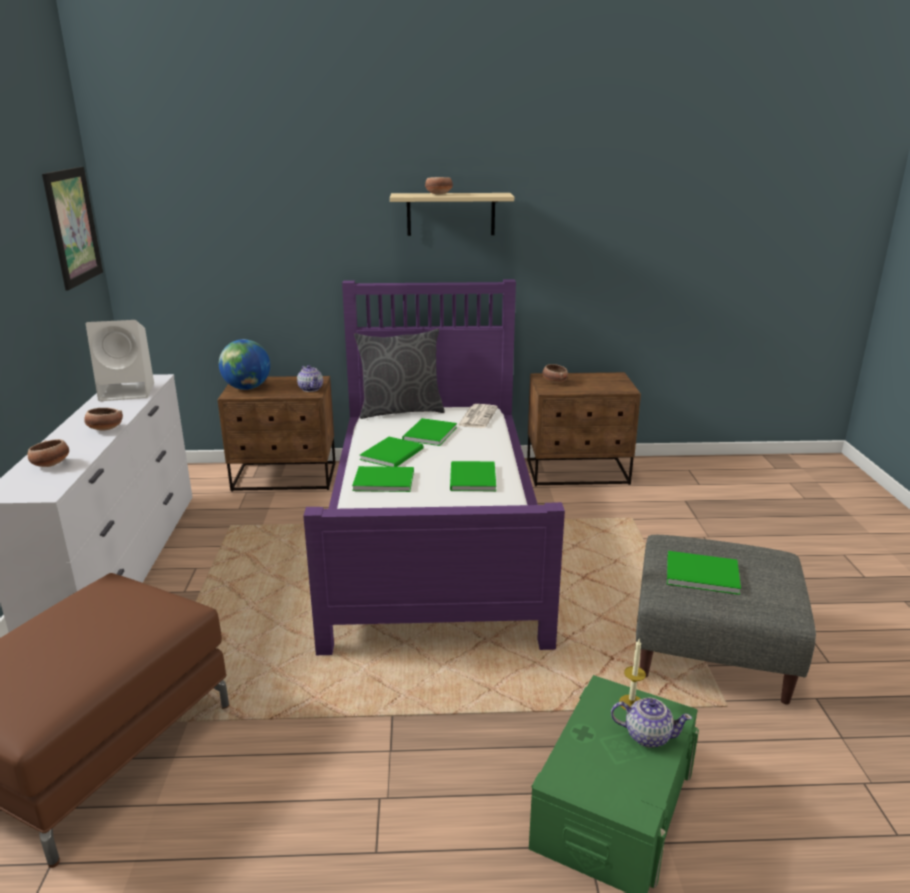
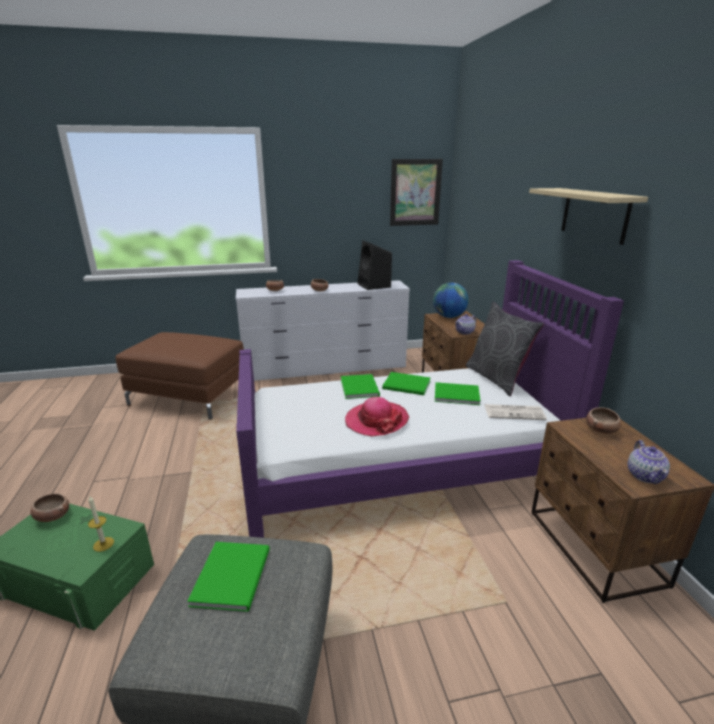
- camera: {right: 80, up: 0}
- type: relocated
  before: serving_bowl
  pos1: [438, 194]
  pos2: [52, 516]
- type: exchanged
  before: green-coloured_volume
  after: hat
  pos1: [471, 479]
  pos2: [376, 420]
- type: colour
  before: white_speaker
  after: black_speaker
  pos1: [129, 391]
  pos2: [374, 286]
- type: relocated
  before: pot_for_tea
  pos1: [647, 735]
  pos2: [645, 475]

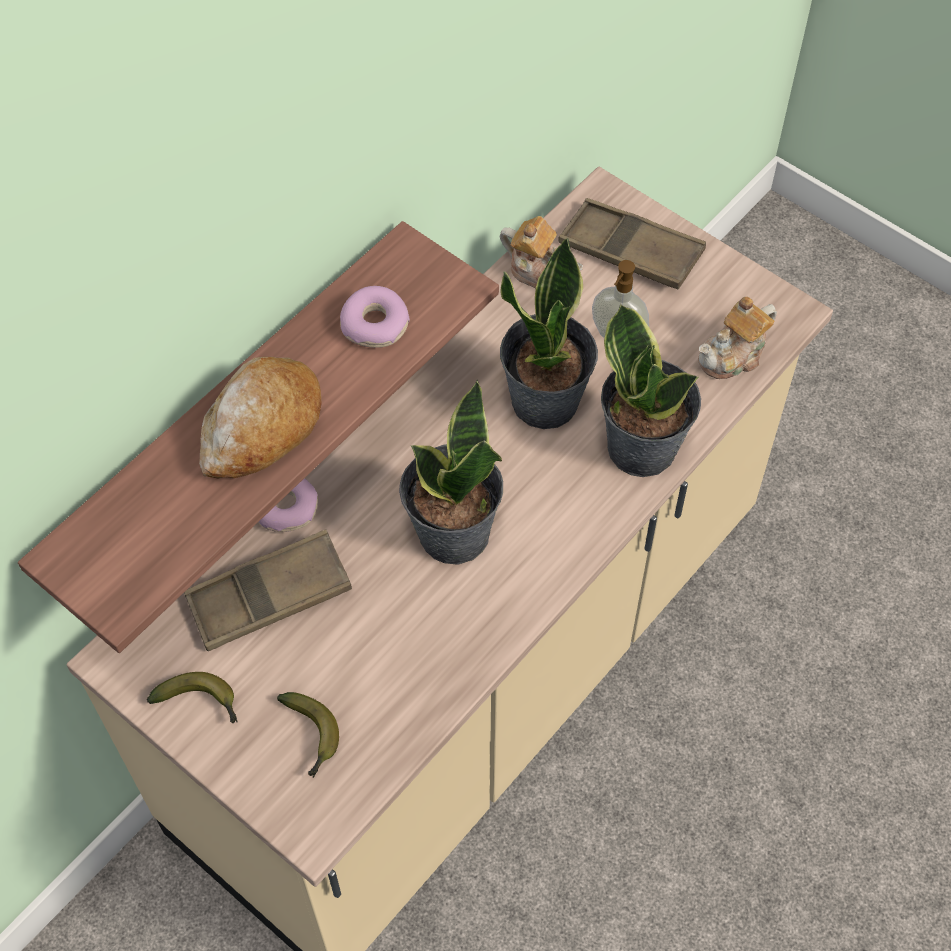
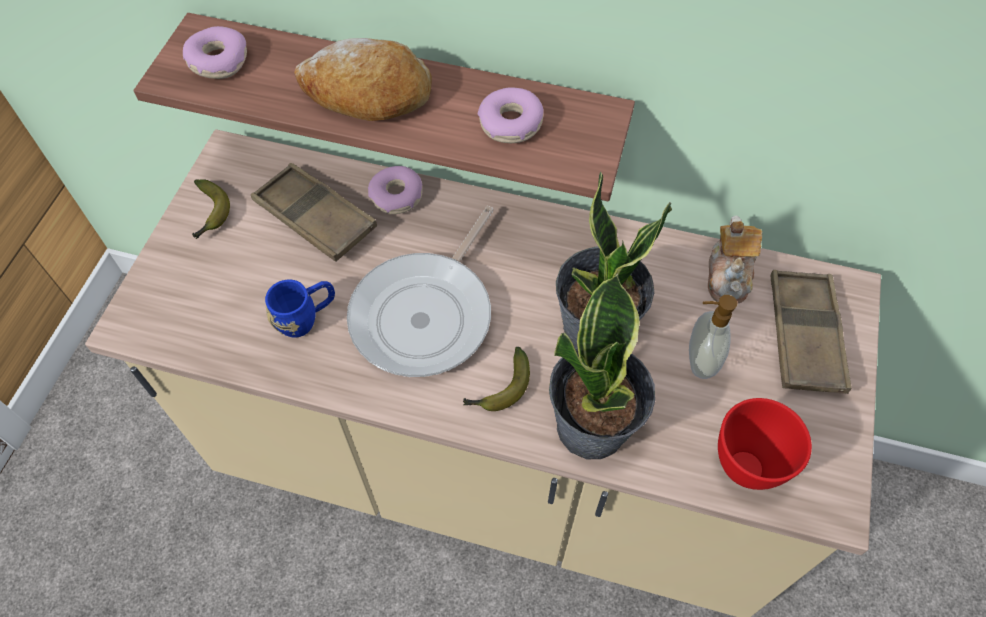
- camera: {right: 65, up: 0}
- type: appeared
  after: doughnut
  pos2: [218, 61]
- type: appeared
  after: bluish_tea_mug
  pos2: [306, 318]
- type: exchanged
  before: potted_plant
  after: pan
  pos1: [452, 533]
  pos2: [426, 314]
- type: relocated
  before: banana
  pos1: [311, 736]
  pos2: [499, 389]
- type: exchanged
  before: pot_for_tea
  after: red-coloured_serving_bowl
  pos1: [733, 355]
  pos2: [745, 470]

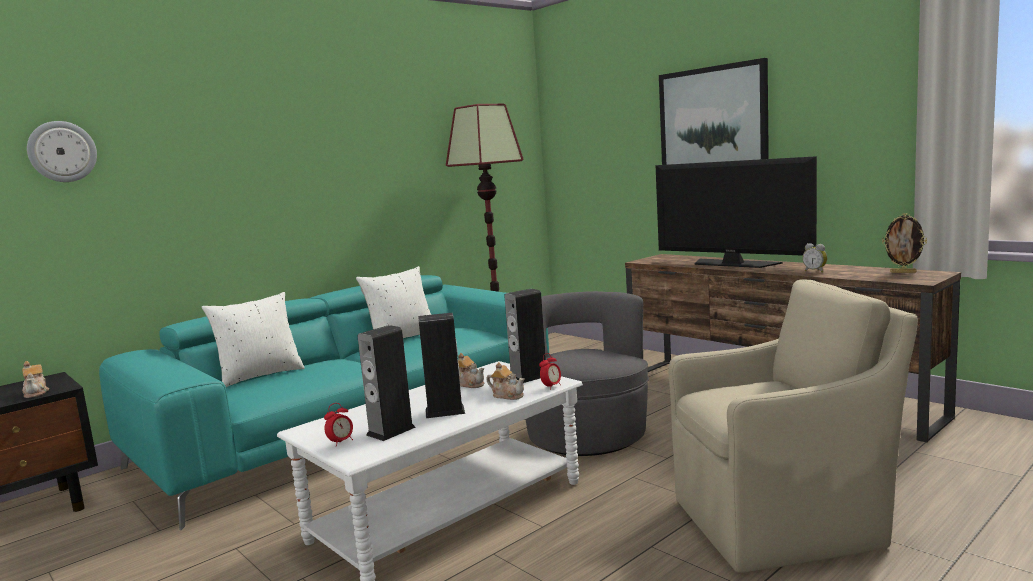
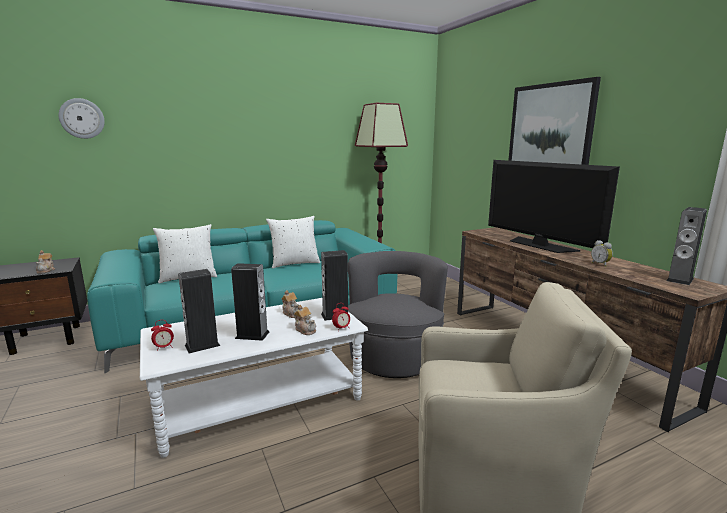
- camera: {right: 15, up: 5}
- type: exchanged
  before: photo_frame
  after: speaker
  pos1: [903, 272]
  pos2: [680, 279]

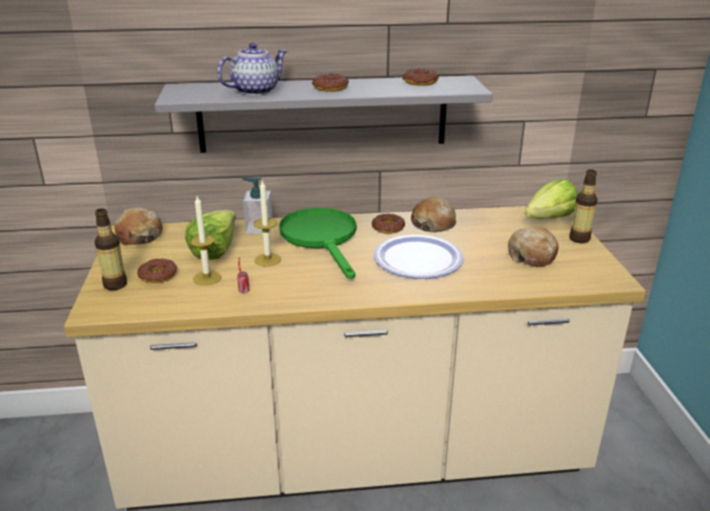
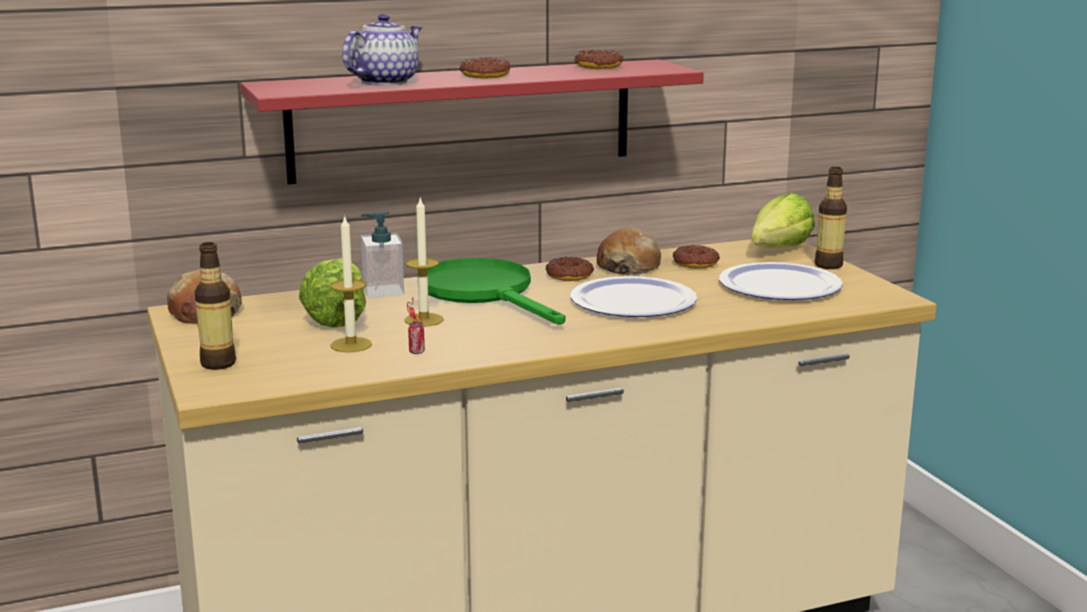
- camera: {right: -15, up: -10}
- type: colour
  before: greyish_bracket_shelf
  after: red-coloured_bracket_shelf
  pos1: [323, 114]
  pos2: [463, 120]
- type: relocated
  before: doughnut
  pos1: [158, 275]
  pos2: [695, 263]
- type: exchanged
  before: bread
  after: plate
  pos1: [532, 255]
  pos2: [779, 285]

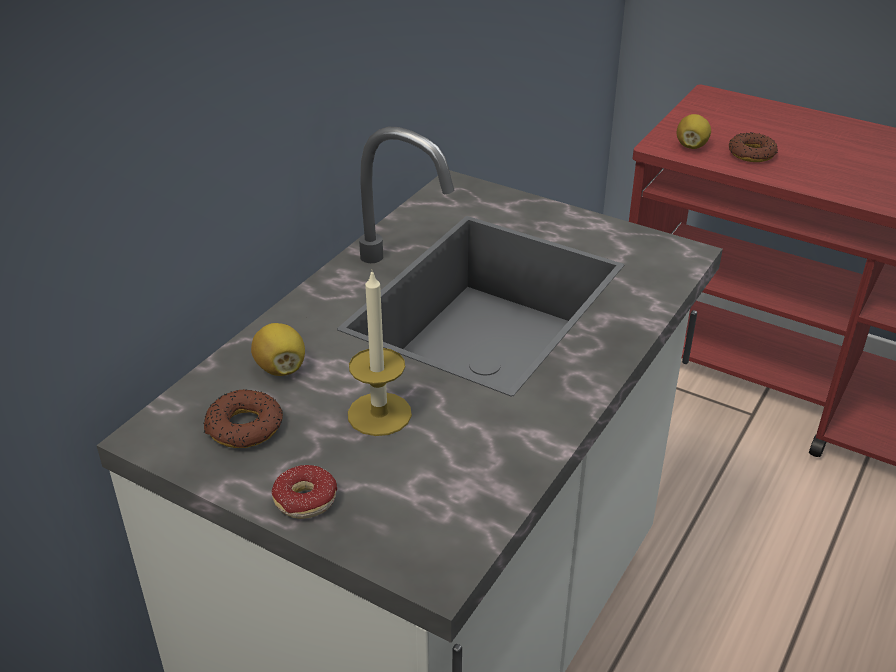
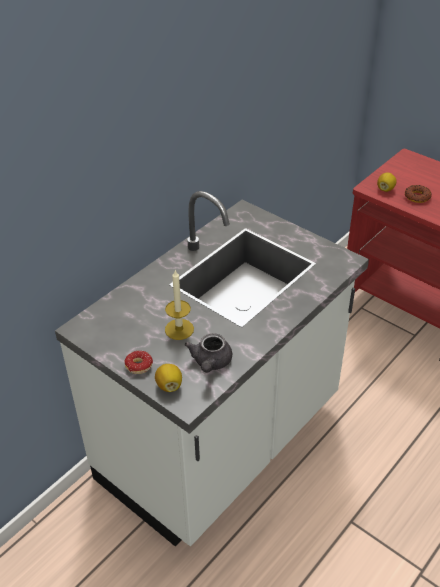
- camera: {right: 10, up: 5}
- type: relocated
  before: whole_lemon
  pos1: [281, 368]
  pos2: [169, 385]
- type: appeared
  after: greyish_pot_for_tea
  pos2: [210, 363]
- type: missing
  before: doughnut
  pos1: [244, 427]

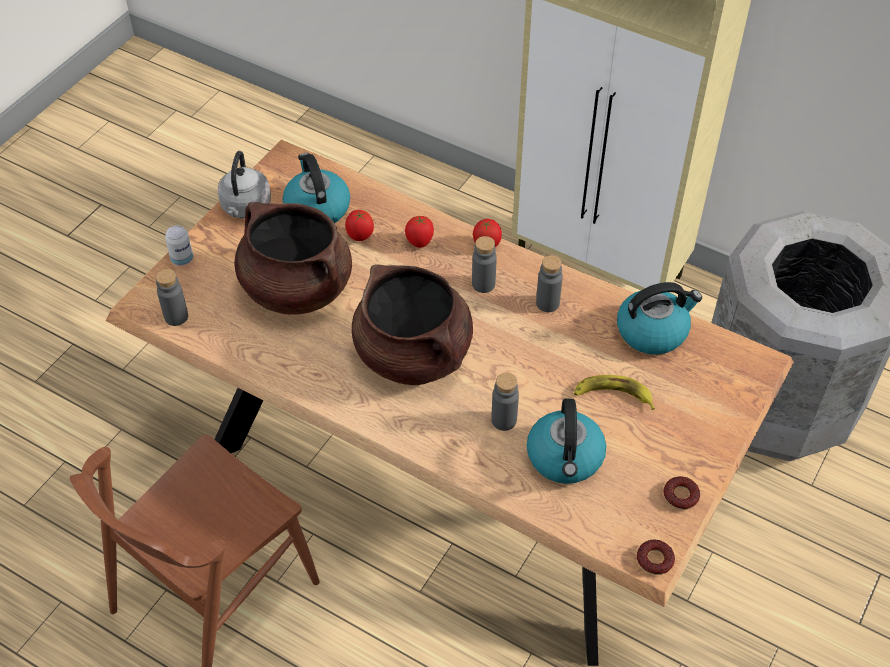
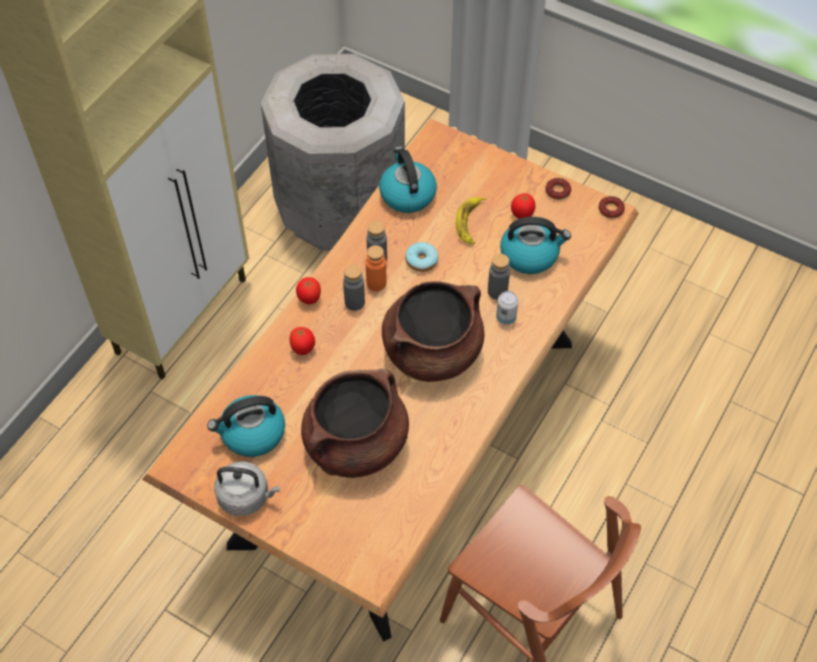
- camera: {right: -90, up: 5}
- type: appeared
  after: orange_beverage_bottle
  pos2: [376, 283]
- type: appeared
  after: doughnut
  pos2: [421, 261]
- type: relocated
  before: sealed_can
  pos1: [182, 259]
  pos2: [506, 317]
- type: relocated
  before: tomato
  pos1: [360, 237]
  pos2: [522, 215]
- type: missing
  before: greyish_beverage_bottle
  pos1: [176, 317]

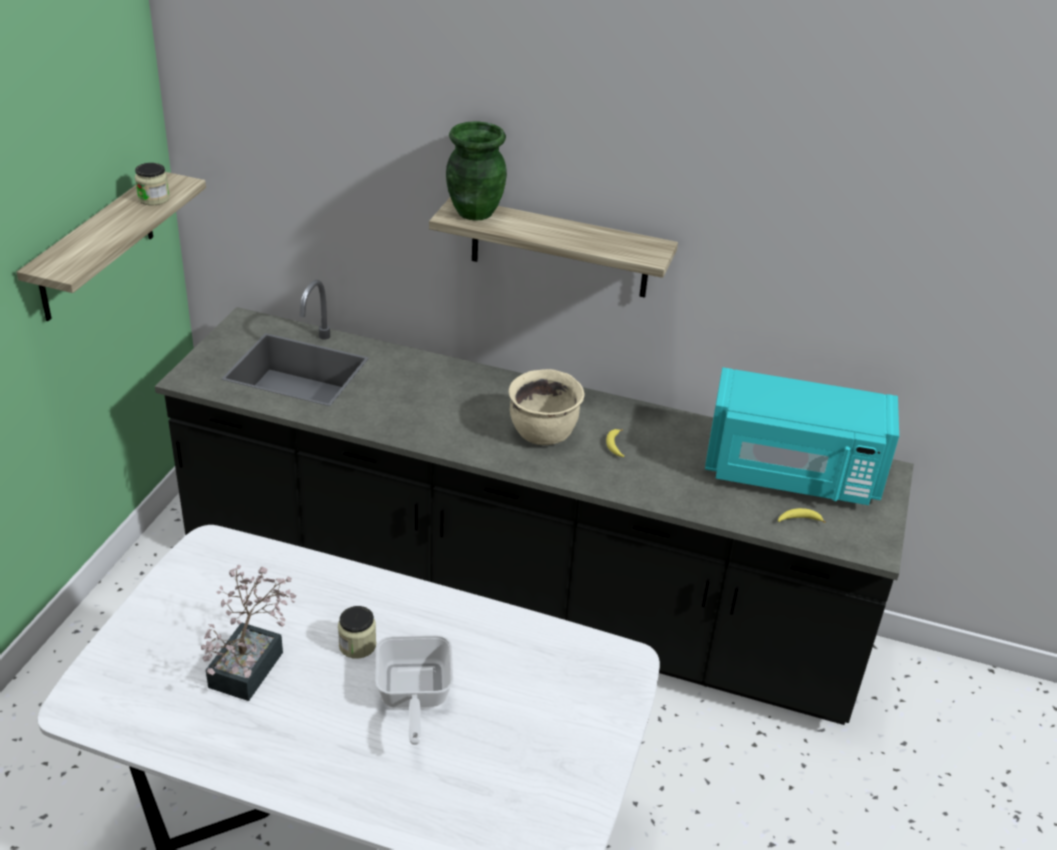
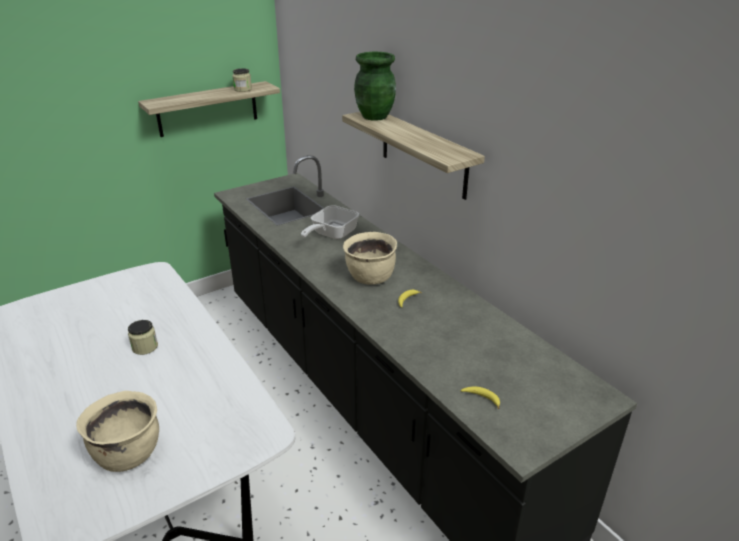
- camera: {right: 40, up: -5}
- type: appeared
  after: sand-coloured_saucepot
  pos2: [128, 454]
- type: relocated
  before: pan
  pos1: [412, 697]
  pos2: [331, 234]
- type: missing
  before: potted_plant
  pos1: [252, 663]
- type: missing
  before: blue-green_kitchen_microwave
  pos1: [792, 474]

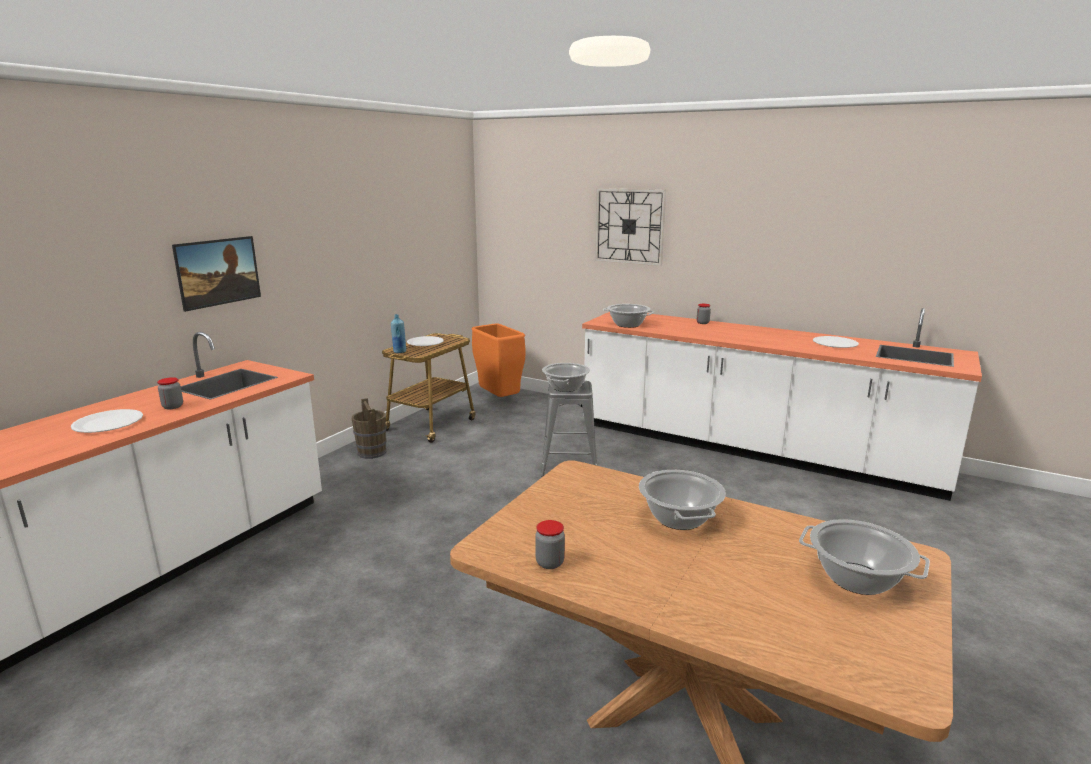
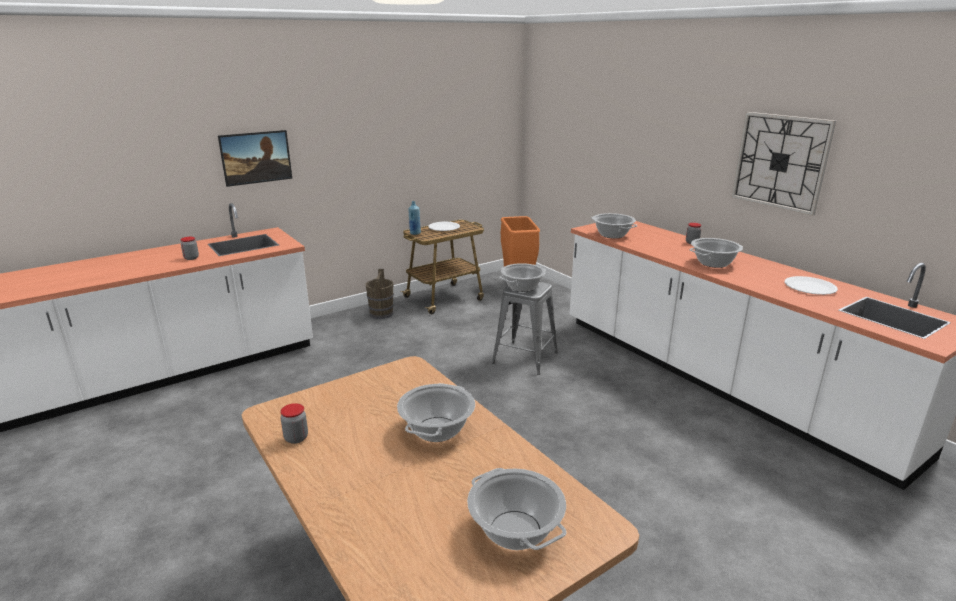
- camera: {right: 25, up: 5}
- type: appeared
  after: saucepot
  pos2: [713, 263]
- type: relocated
  before: hanging_clock
  pos1: [629, 226]
  pos2: [780, 162]
- type: missing
  before: white_plate
  pos1: [108, 423]

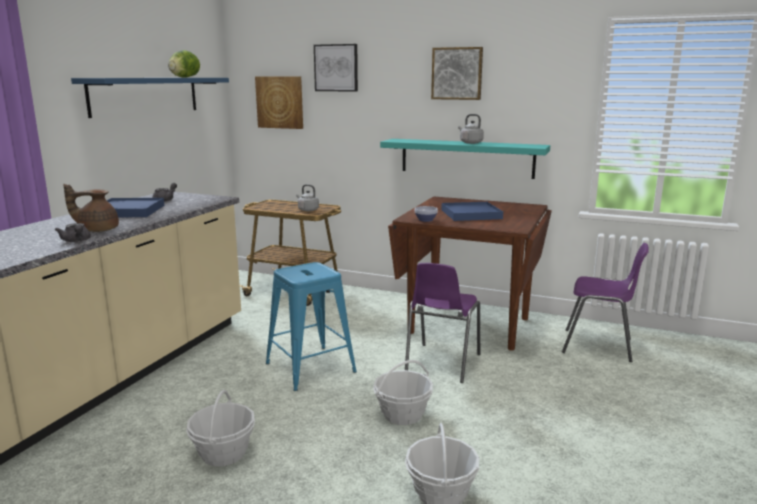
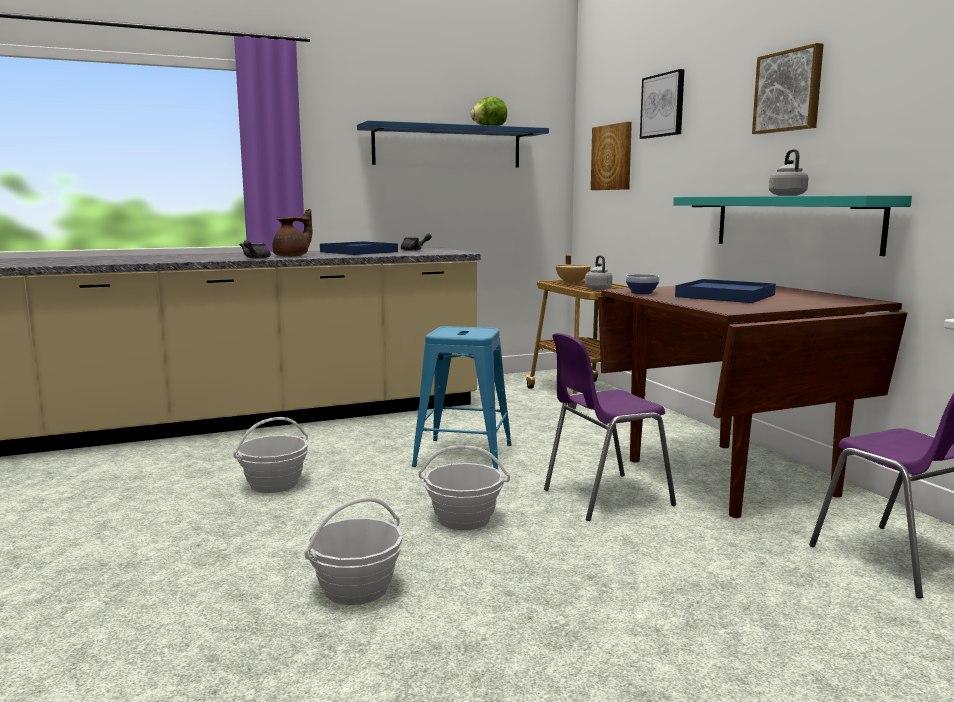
- camera: {right: 45, up: -5}
- type: spun
  before: brown-coloured_pot_for_tea
  pos1: [97, 230]
  pos2: [293, 256]
  turn: 105
- type: appeared
  after: sand-coloured_saucepot
  pos2: [573, 283]

